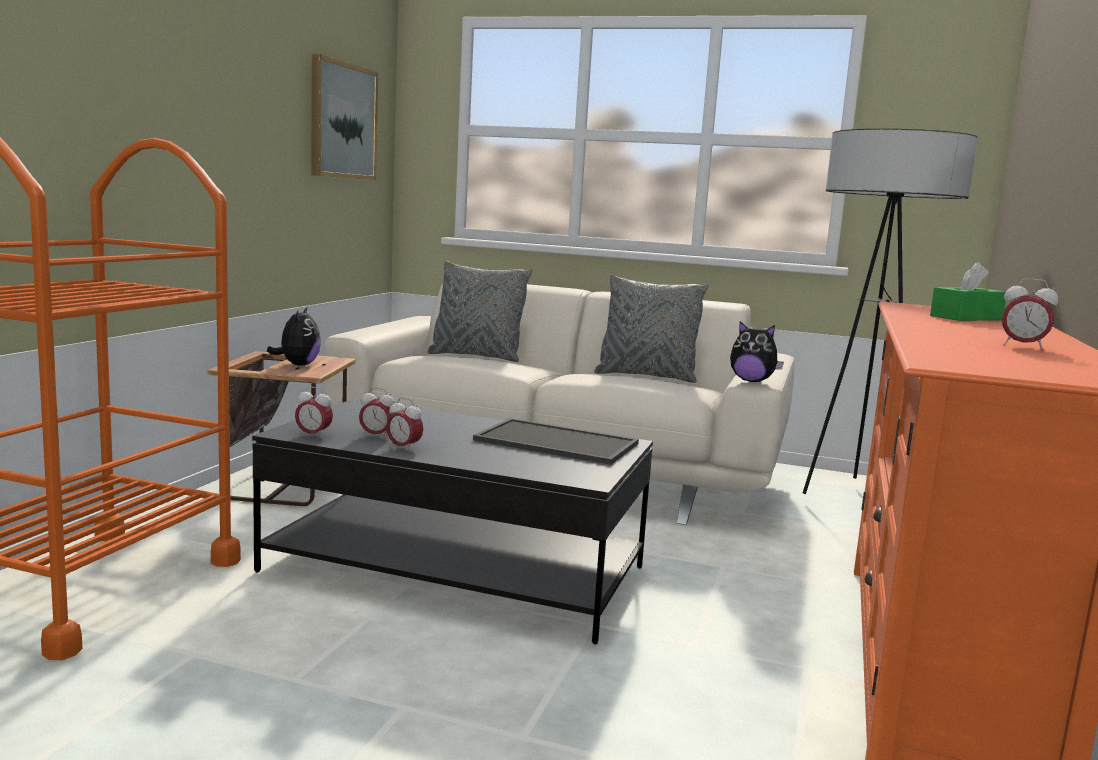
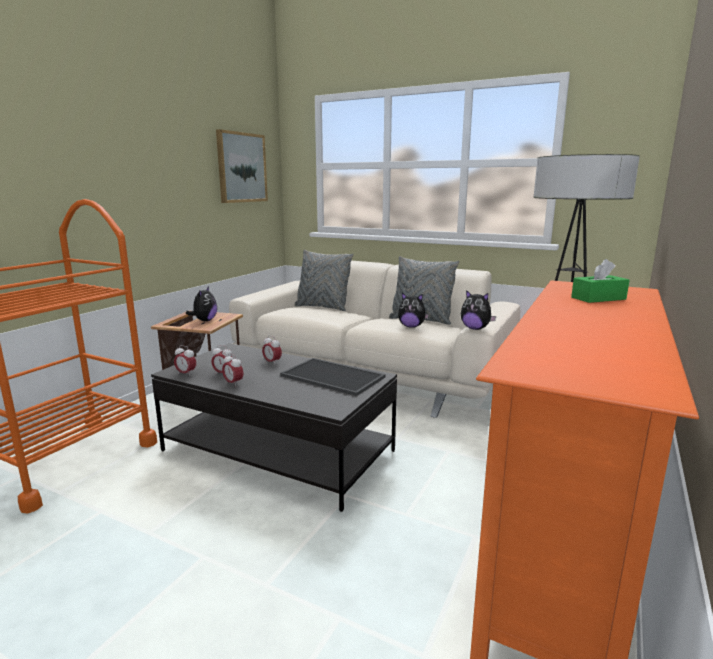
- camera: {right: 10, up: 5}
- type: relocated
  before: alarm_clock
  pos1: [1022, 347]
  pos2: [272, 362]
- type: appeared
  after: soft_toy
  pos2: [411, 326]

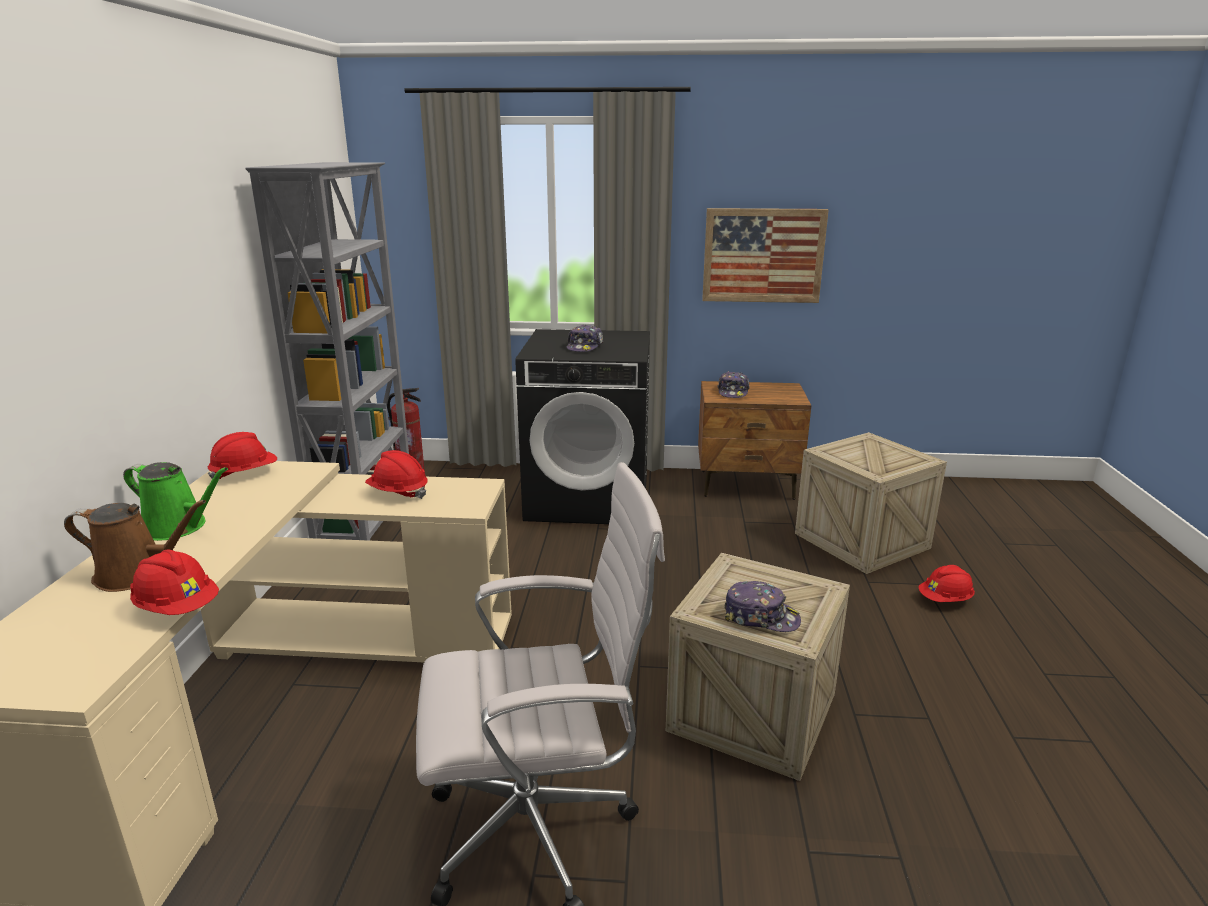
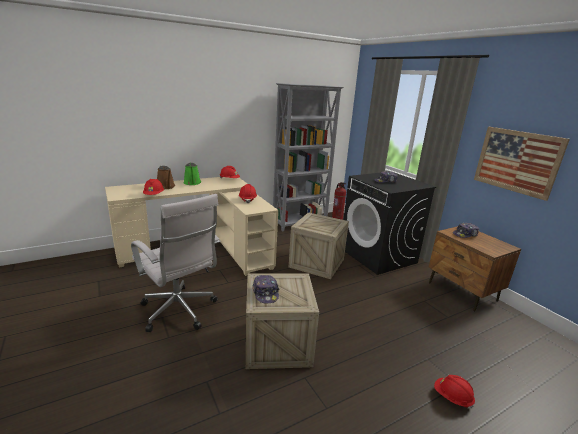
- camera: {right: 55, up: 0}
- type: relocated
  before: packing_crate
  pos1: [861, 540]
  pos2: [317, 263]

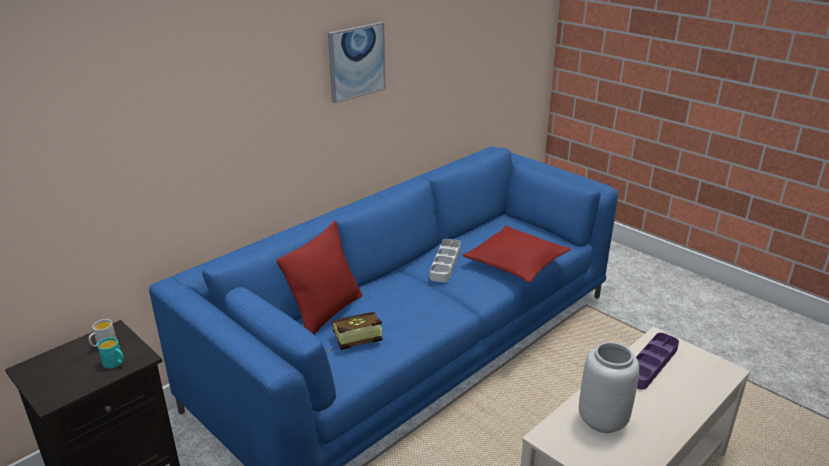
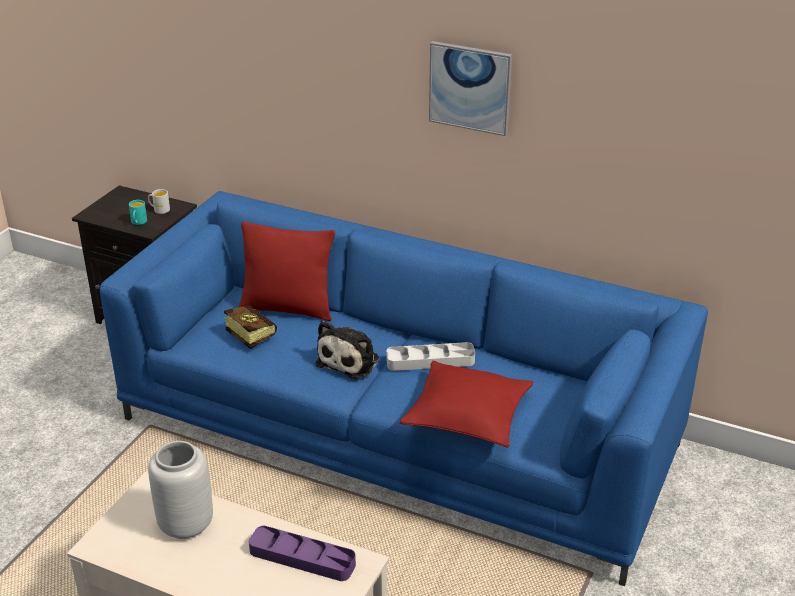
- camera: {right: 70, up: 5}
- type: appeared
  after: soft_toy
  pos2: [350, 360]

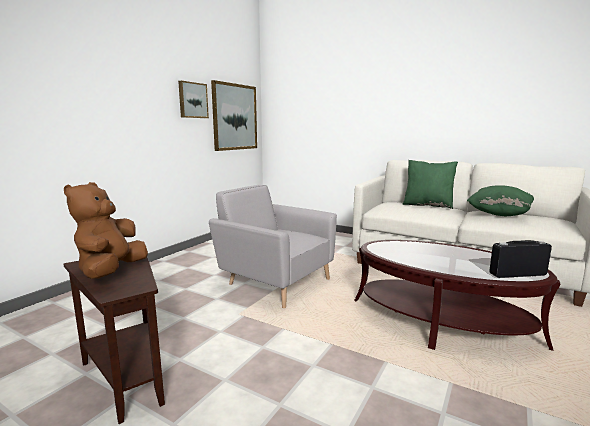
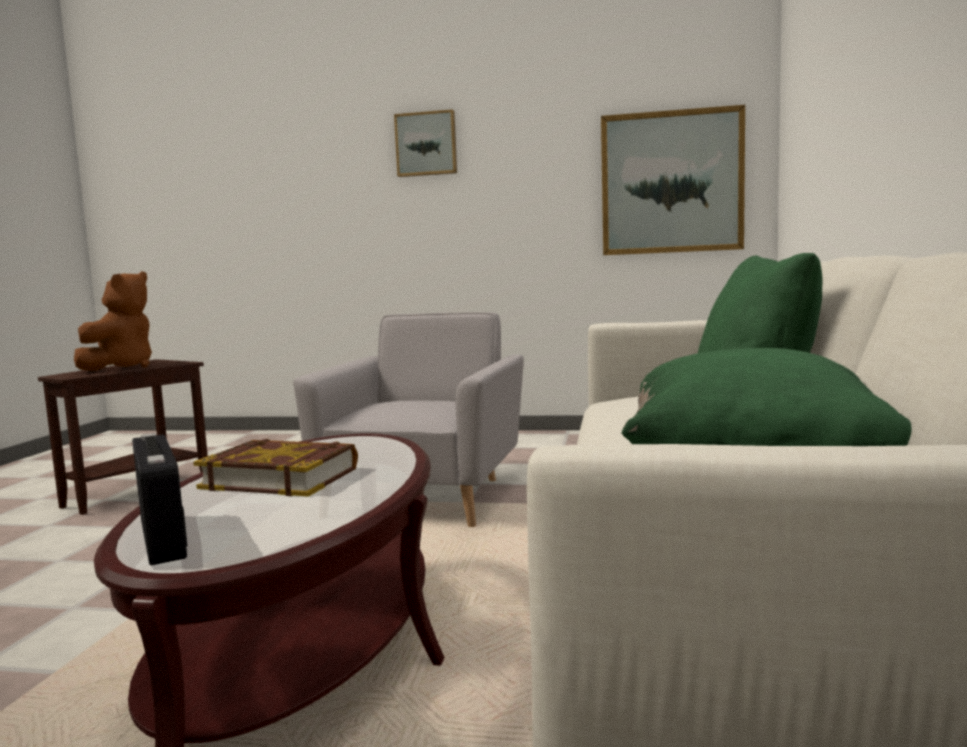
- camera: {right: 70, up: -5}
- type: spun
  before: brown-coloured_soft_toy
  pos1: [111, 272]
  pos2: [121, 367]
  turn: 120
- type: appeared
  after: volume
  pos2: [281, 478]
- type: relocated
  before: wall_art
  pos1: [192, 100]
  pos2: [426, 144]

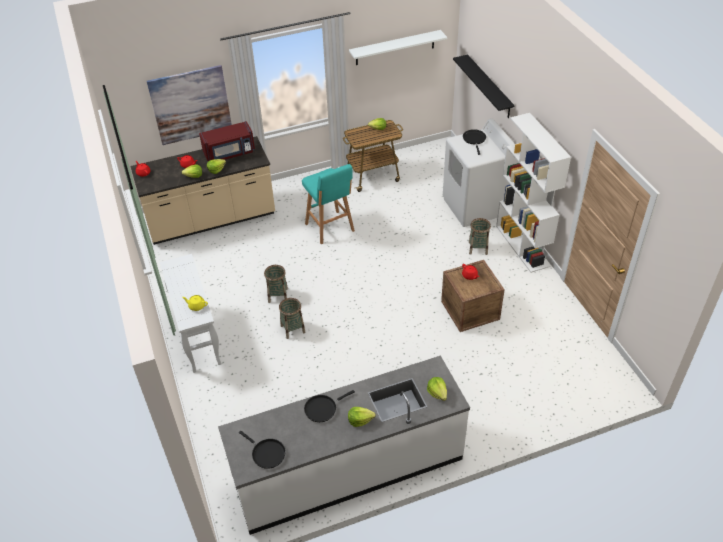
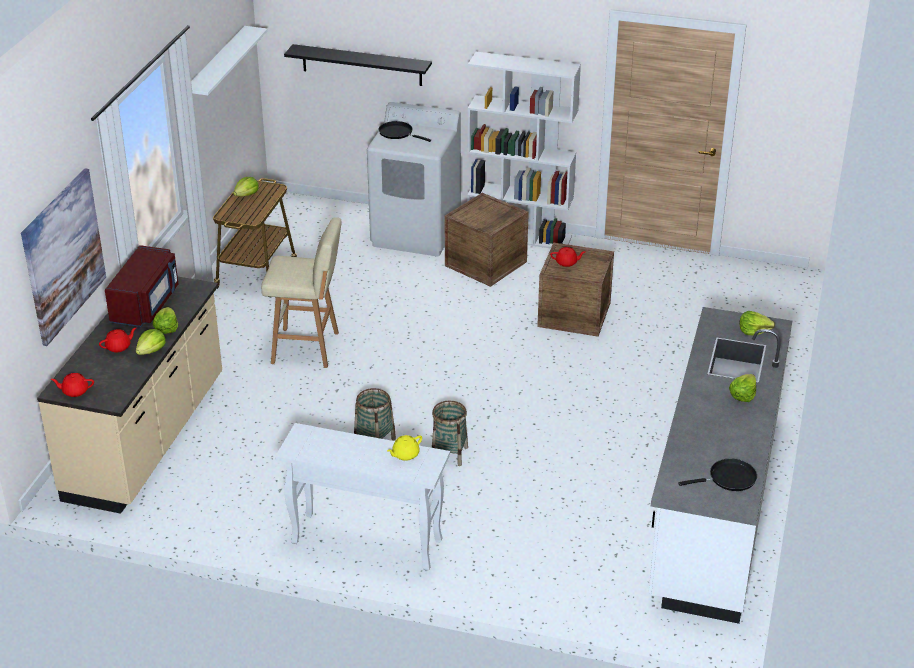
- camera: {right: -55, up: -10}
- type: colour
  before: blue-green_stool_seat
  after: sand-coloured_stool_seat
  pos1: [330, 228]
  pos2: [308, 348]
- type: exchanged
  before: basket
  after: packing_crate
  pos1: [478, 248]
  pos2: [485, 264]
- type: missing
  before: black_pan
  pos1: [322, 408]

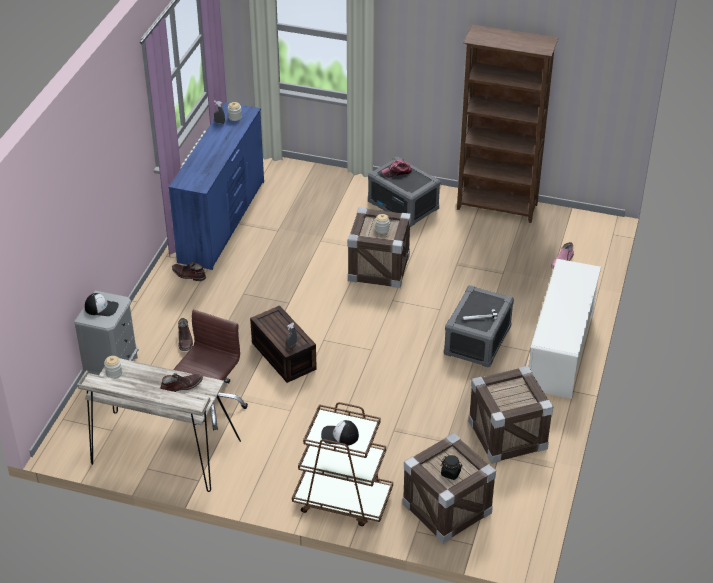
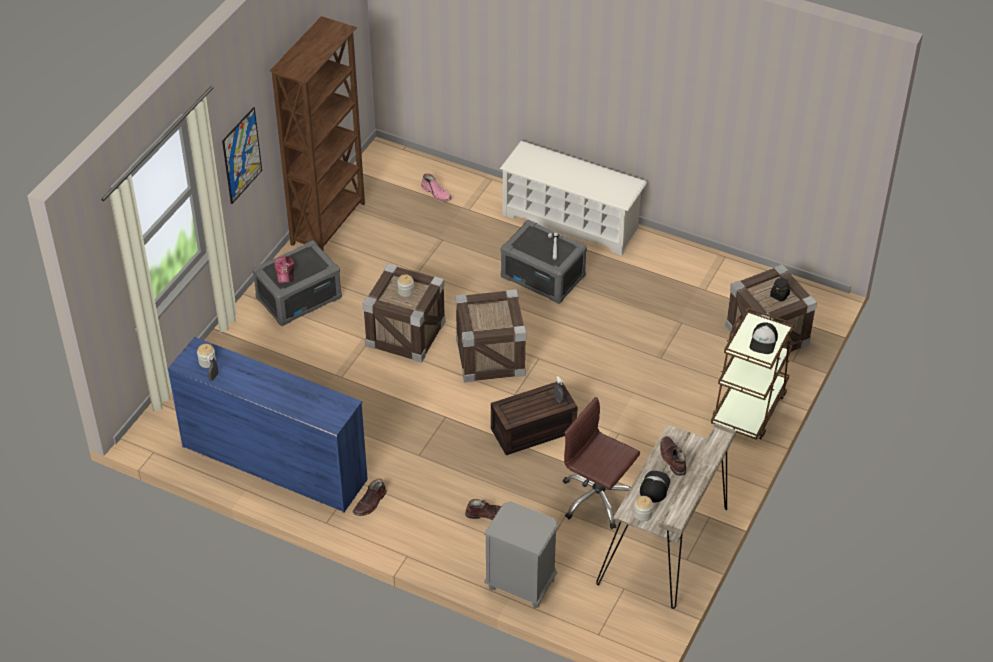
- camera: {right: -80, up: 5}
- type: appeared
  after: wall_art
  pos2: [242, 155]
- type: relocated
  before: packing_crate
  pos1: [507, 435]
  pos2: [490, 357]
- type: relocated
  before: cap
  pos1: [101, 307]
  pos2: [654, 487]

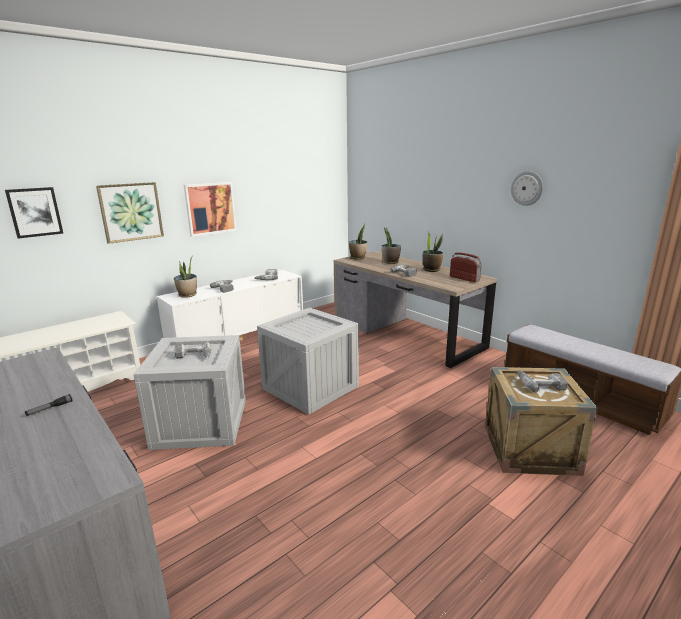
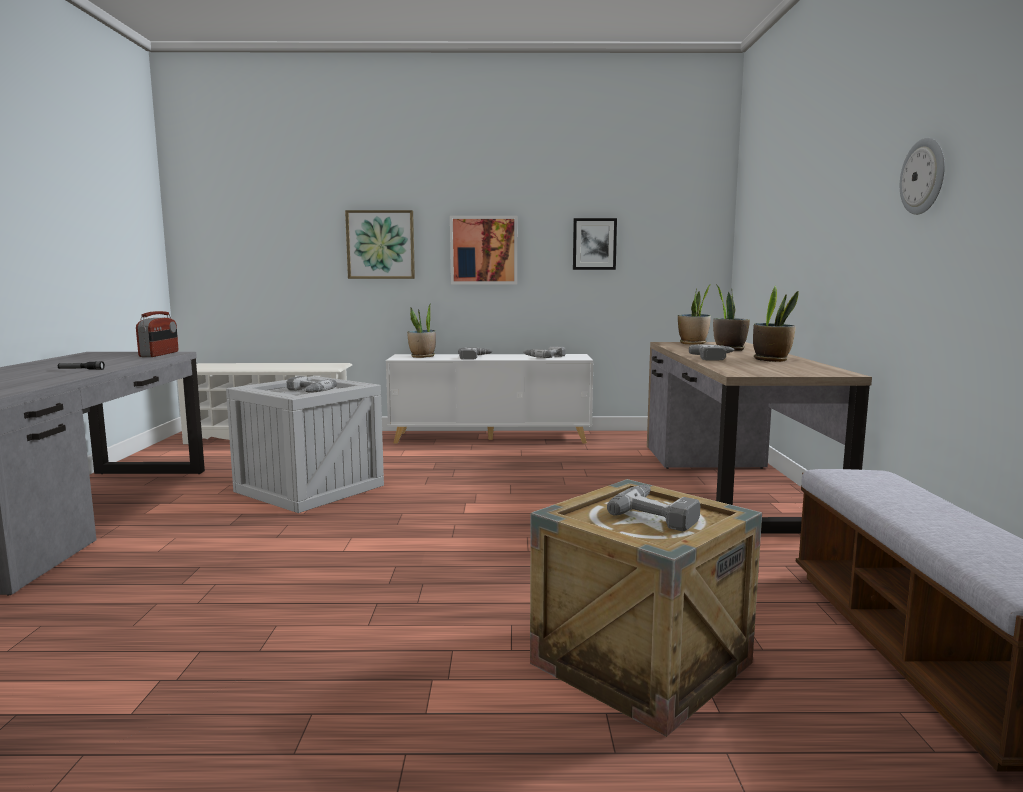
- camera: {right: 40, up: -10}
- type: relocated
  before: radio
  pos1: [464, 278]
  pos2: [159, 354]
- type: relocated
  before: wall_art
  pos1: [35, 212]
  pos2: [594, 244]
- type: missing
  before: packing_crate
  pos1: [312, 387]

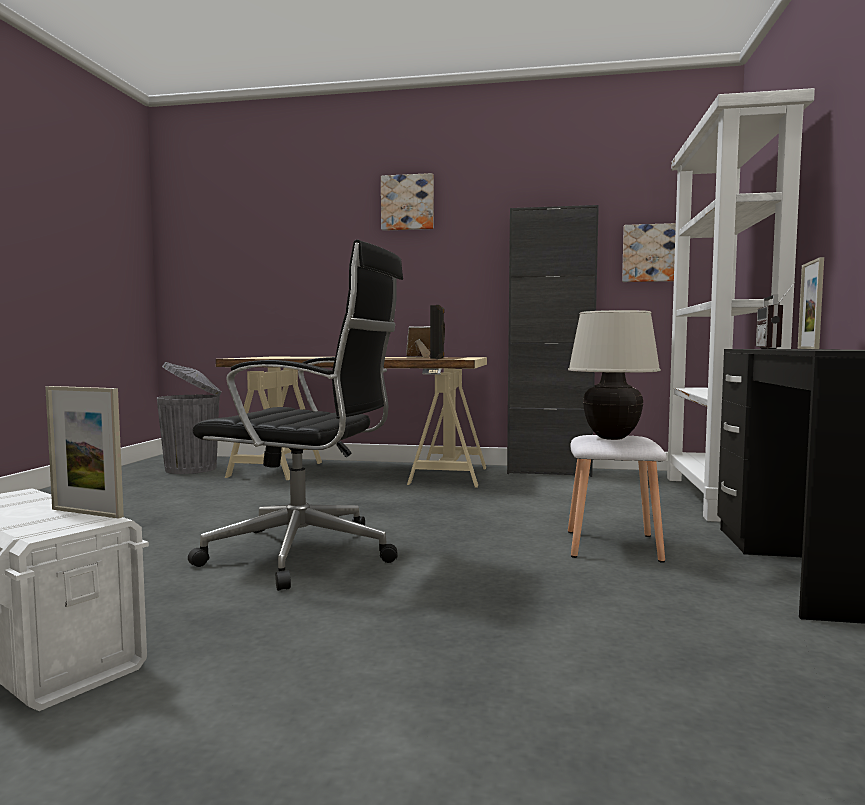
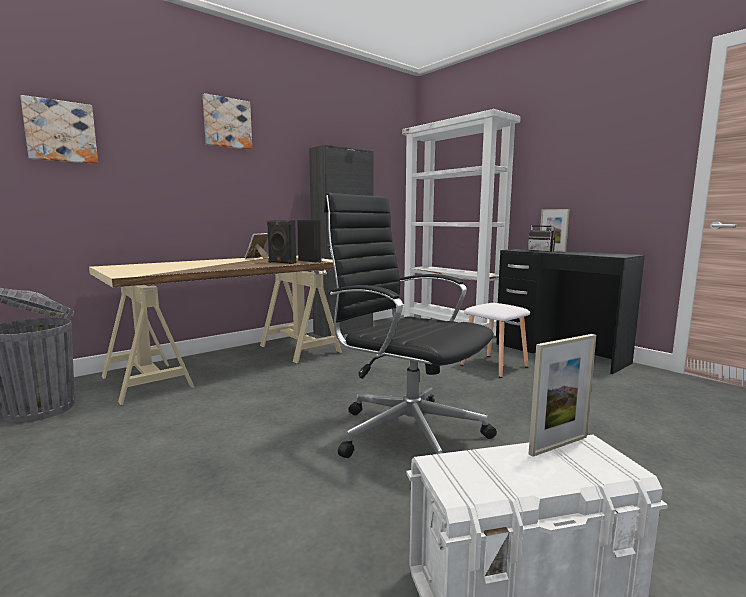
- camera: {right: -50, up: 5}
- type: relocated
  before: wall_art
  pos1: [651, 253]
  pos2: [60, 131]
- type: appeared
  after: black_speaker
  pos2: [281, 263]
- type: spun
  before: black_computer_chair
  pos1: [306, 554]
  pos2: [406, 432]
  turn: -105
- type: missing
  before: sand-coloured_lamp_for_a_table
  pos1: [612, 438]

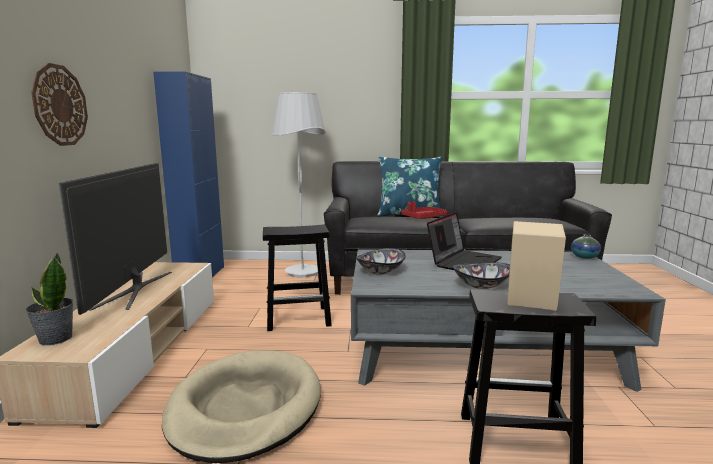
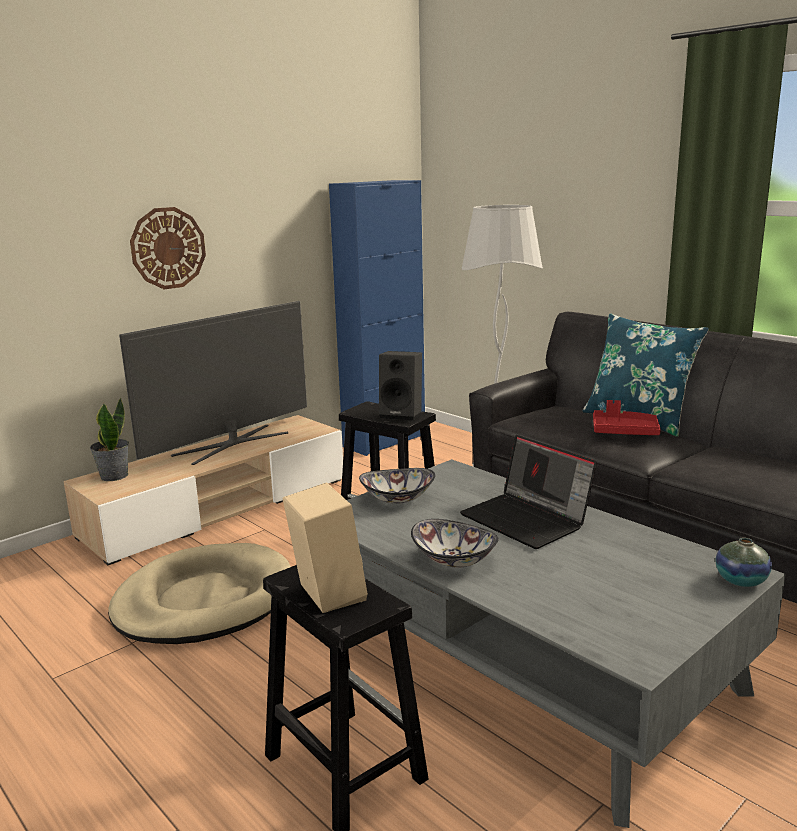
- camera: {right: 45, up: 5}
- type: appeared
  after: black_speaker
  pos2: [402, 414]
- type: spun
  before: laptop
  pos1: [464, 261]
  pos2: [527, 520]
  turn: 60

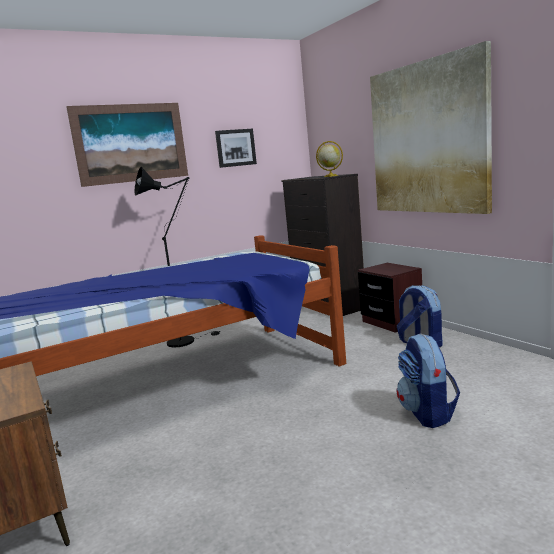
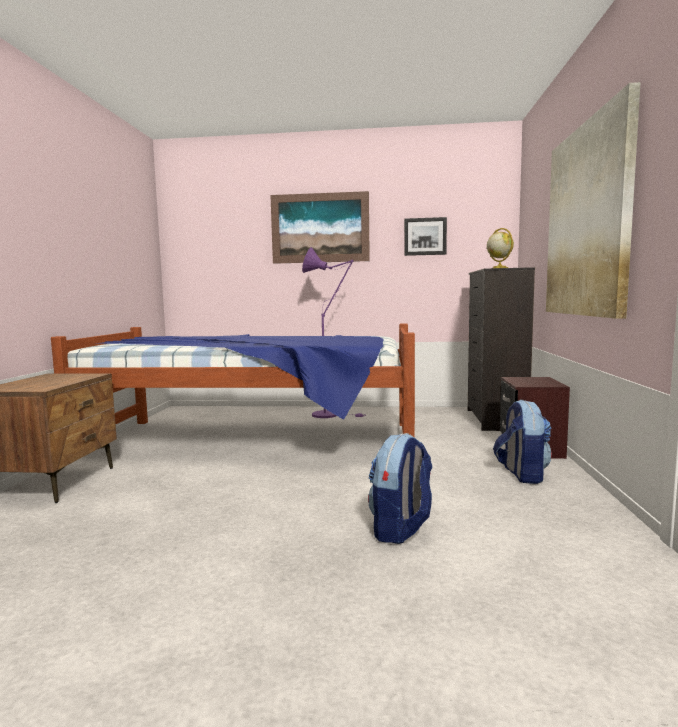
- camera: {right: 35, up: -5}
- type: colour
  before: black_floor_lamp
  after: purplish_floor_lamp
  pos1: [185, 340]
  pos2: [330, 415]

